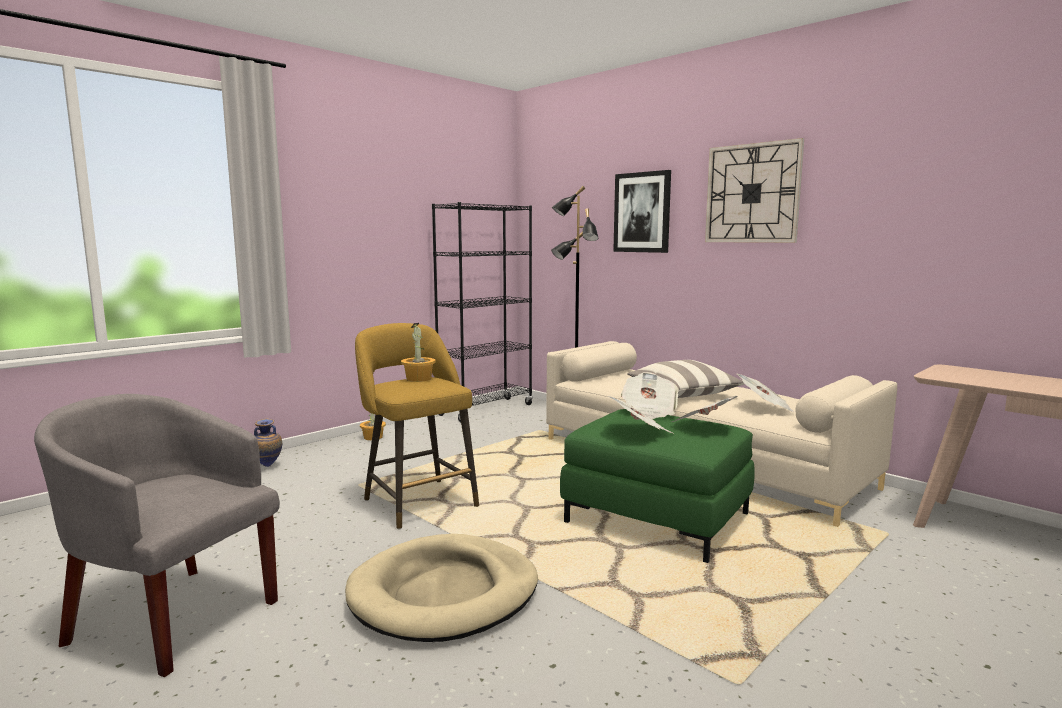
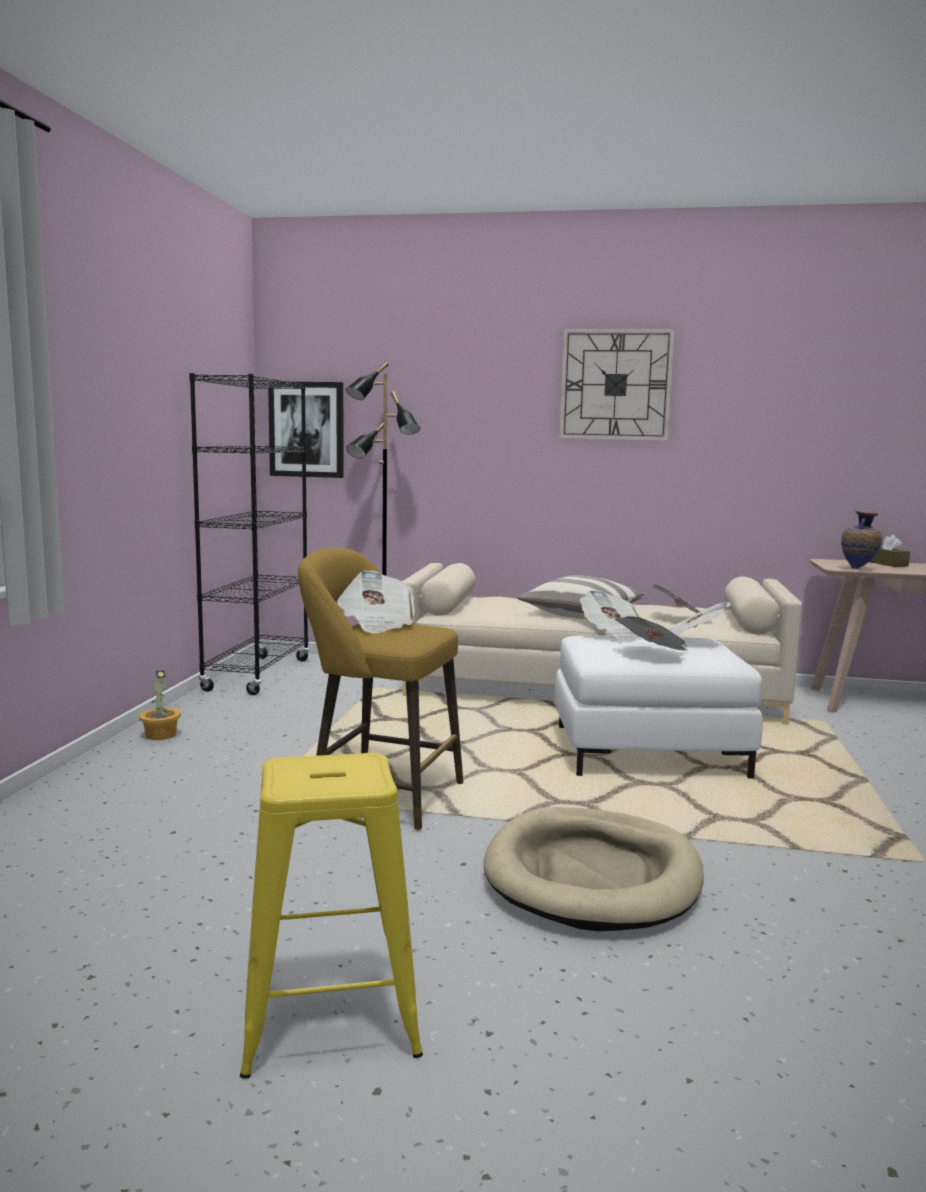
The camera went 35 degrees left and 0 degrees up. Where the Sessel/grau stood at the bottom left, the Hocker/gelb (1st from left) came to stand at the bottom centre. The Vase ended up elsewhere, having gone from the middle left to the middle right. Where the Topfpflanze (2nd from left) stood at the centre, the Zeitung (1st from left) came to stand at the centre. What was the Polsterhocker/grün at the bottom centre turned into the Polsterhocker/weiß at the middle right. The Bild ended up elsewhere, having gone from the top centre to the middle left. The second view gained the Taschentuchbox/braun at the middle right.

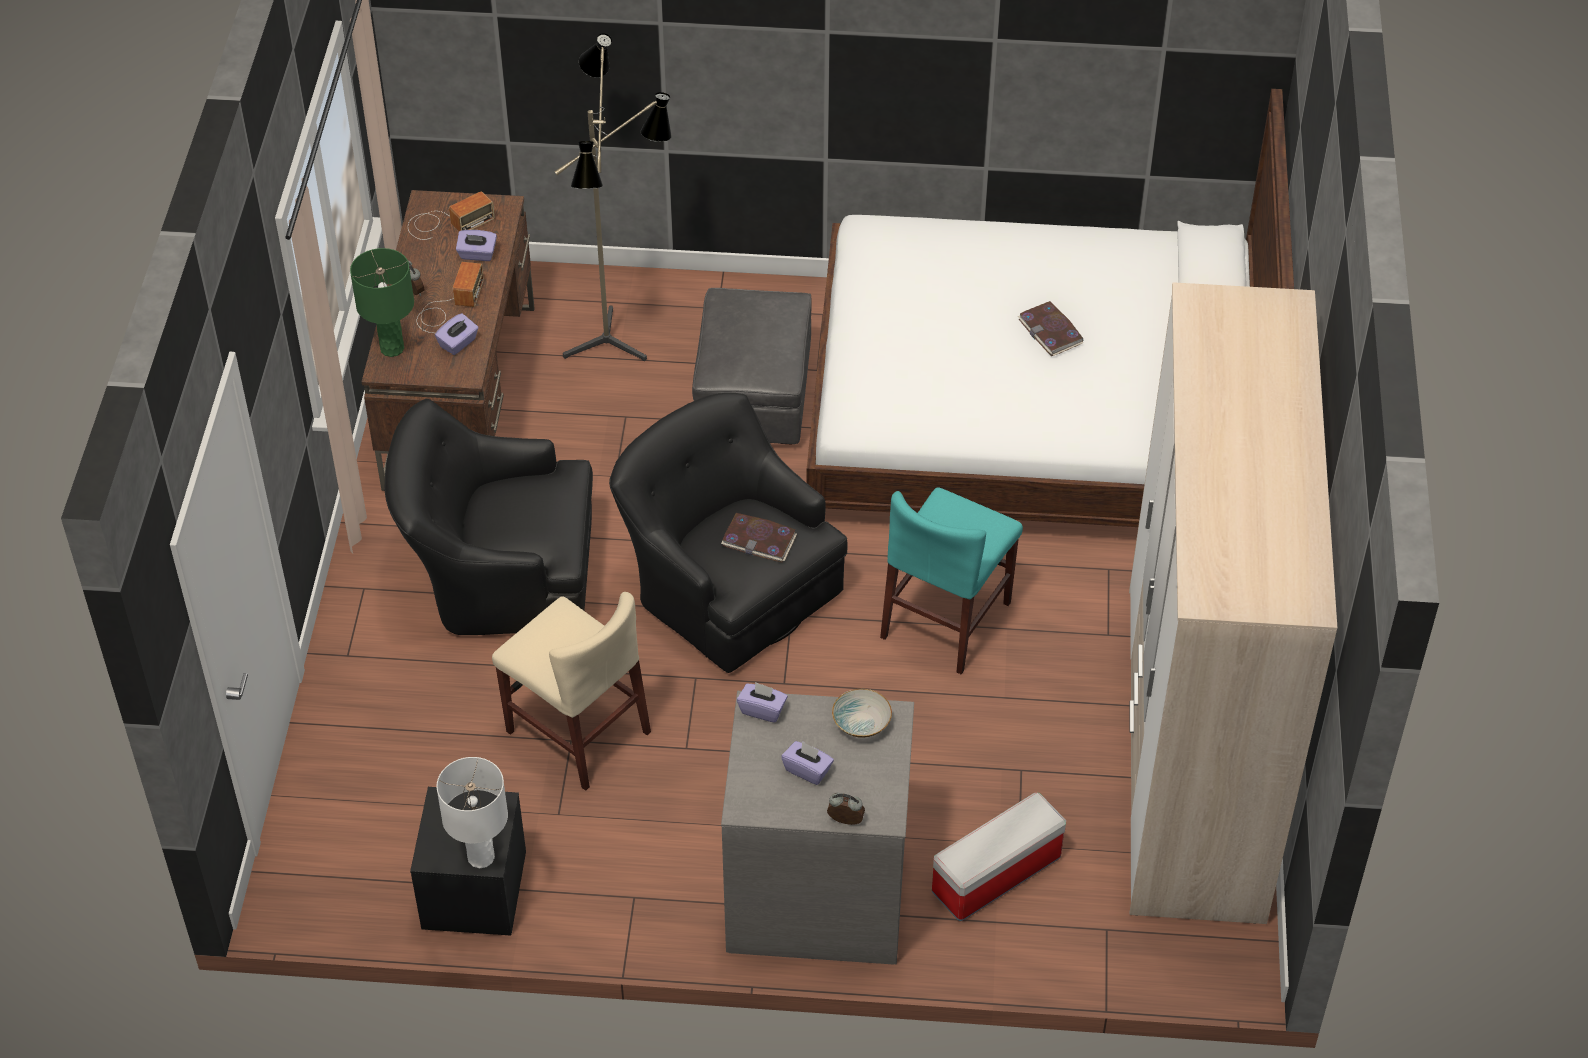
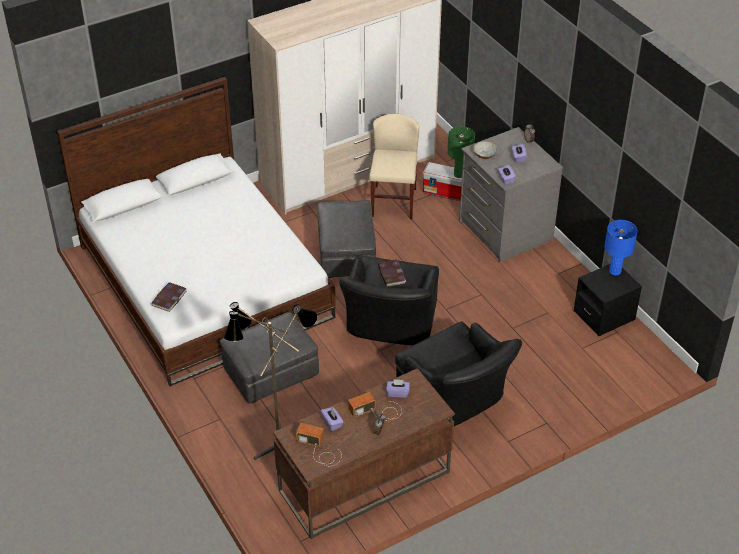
The camera went 125 degrees left and 5 degrees down. The Tischlampe/grün ended up elsewhere, having gone from the top left to the top centre. What was the Tischlampe/weiß at the bottom left turned into the Tischlampe/blau at the middle right. The Stuhl/beige ended up elsewhere, having gone from the centre to the top centre. Where the Stuhl/türkis stood at the centre, the Polsterhocker/grau (2nd from left) came to stand at the centre. The Buch (2nd from left in the first image) ended up elsewhere, having gone from the top centre to the middle left.

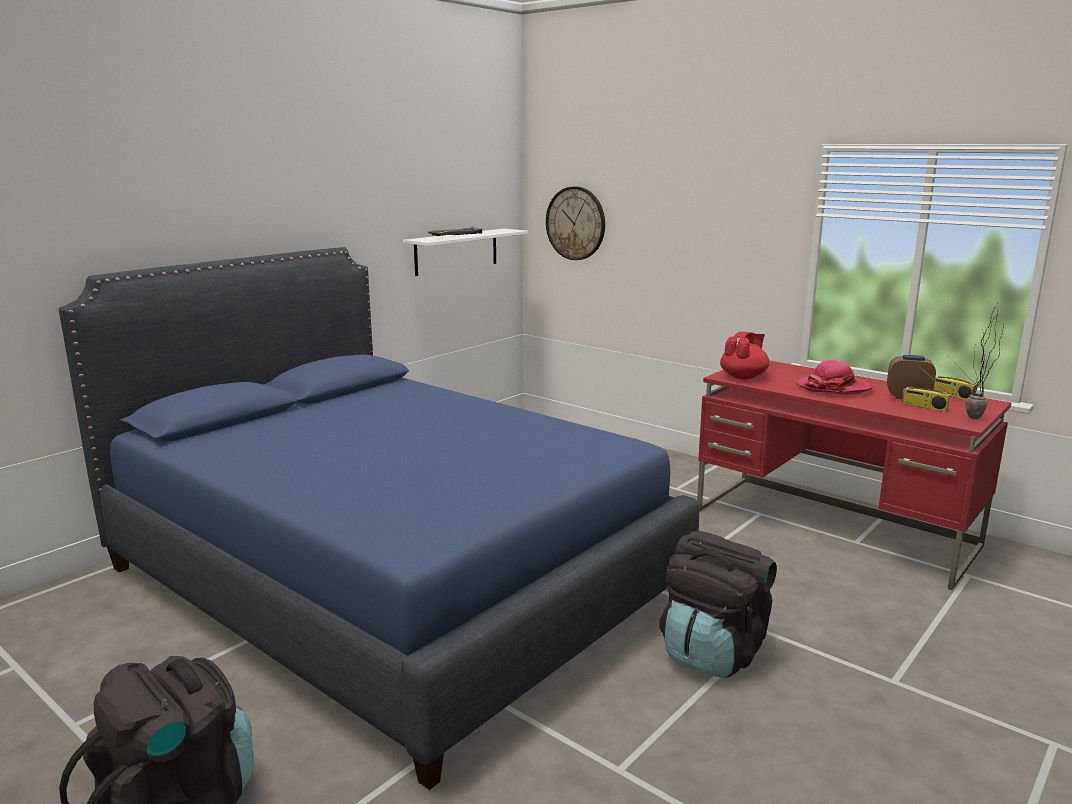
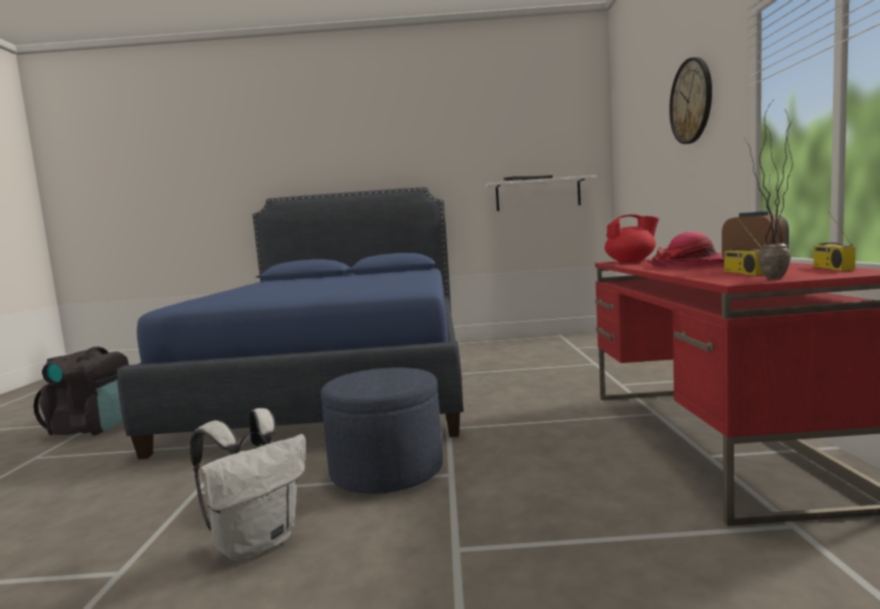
The camera went 50 degrees right and 10 degrees down. The Wanduhr ended up elsewhere, having gone from the top centre to the top right. Where the Rucksack/schwarz (2nd from left) stood at the bottom right, the Polsterhocker/blau came to stand at the bottom centre. The second view gained the Rucksack/weiß at the bottom left.

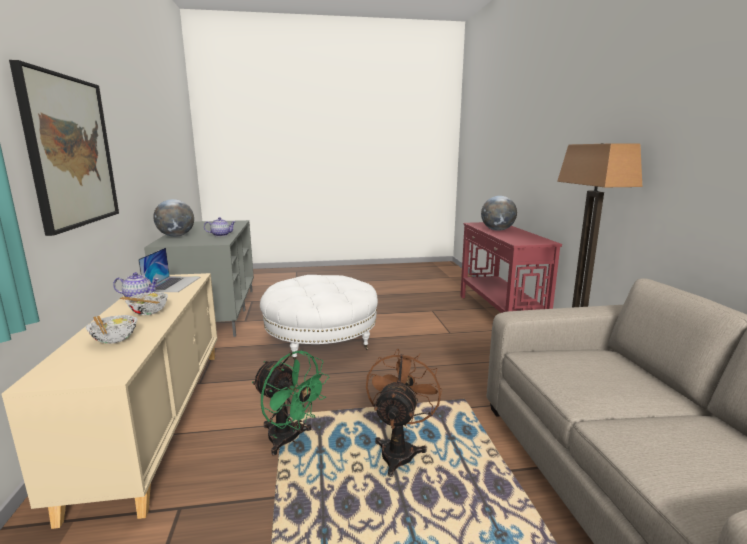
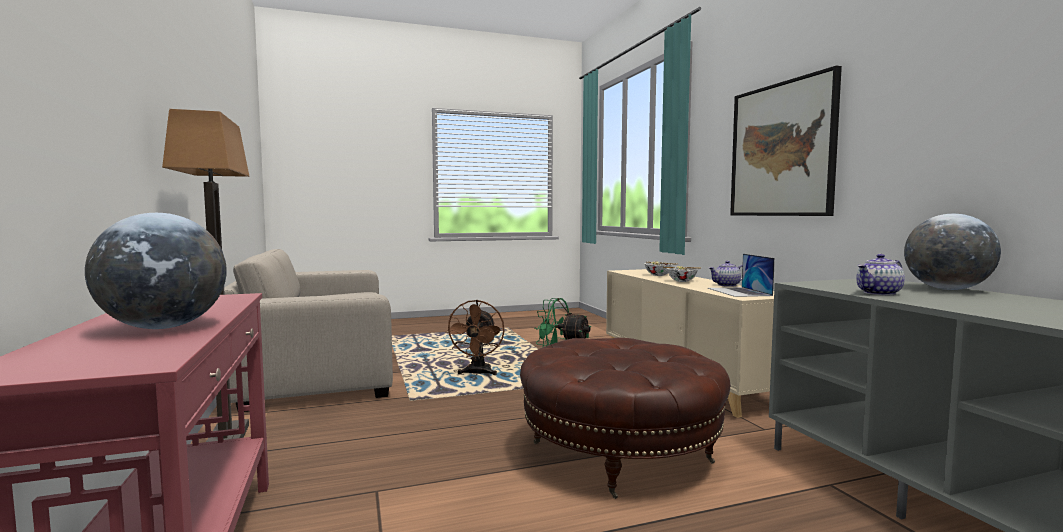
The camera went 170 degrees right and 10 degrees down. What was the Polsterhocker/weiß at the centre turned into the Polsterhocker/braun at the bottom centre.

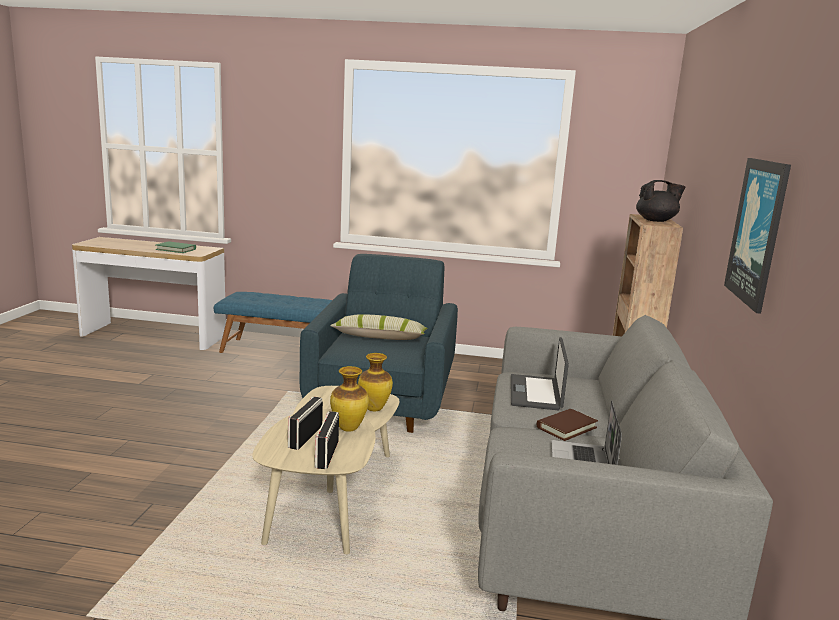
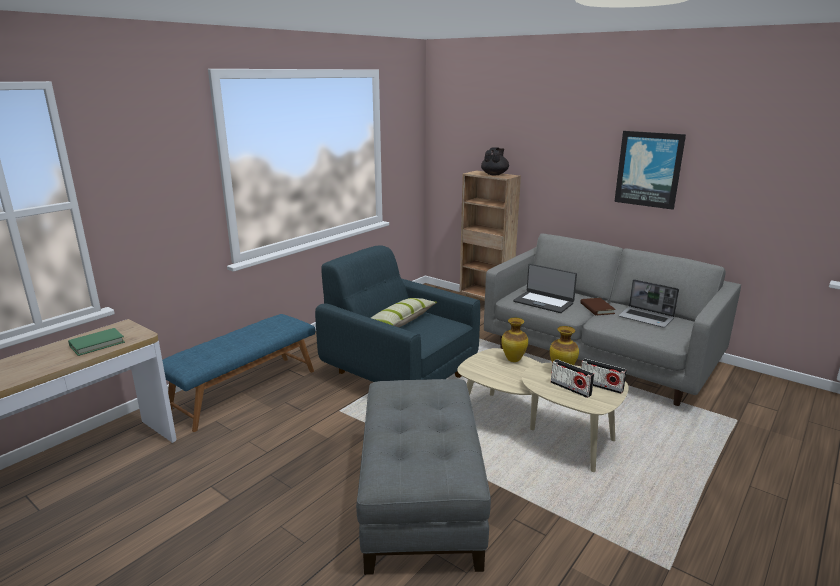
The camera went 60 degrees left and 5 degrees up. The second view gained the Polsterhocker/grau at the bottom centre.

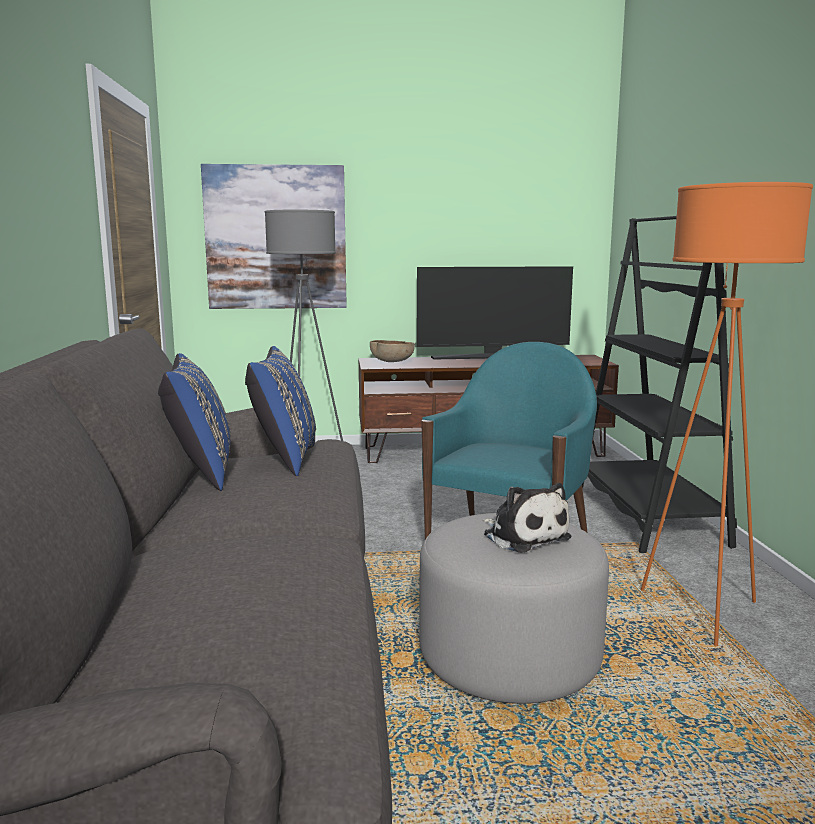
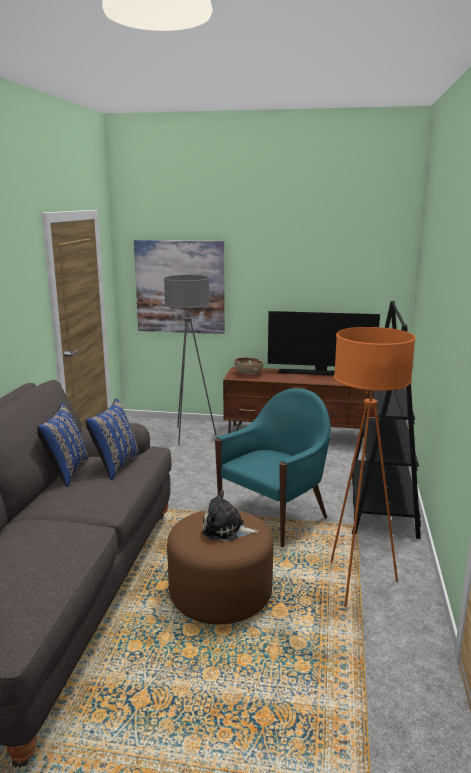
The camera went 15 degrees right and 5 degrees up. What was the Polsterhocker/grau at the bottom centre turned into the Polsterhocker/braun at the bottom centre. The Plüschtier at the centre ended up facing another way, 120 degrees clockwise from before.

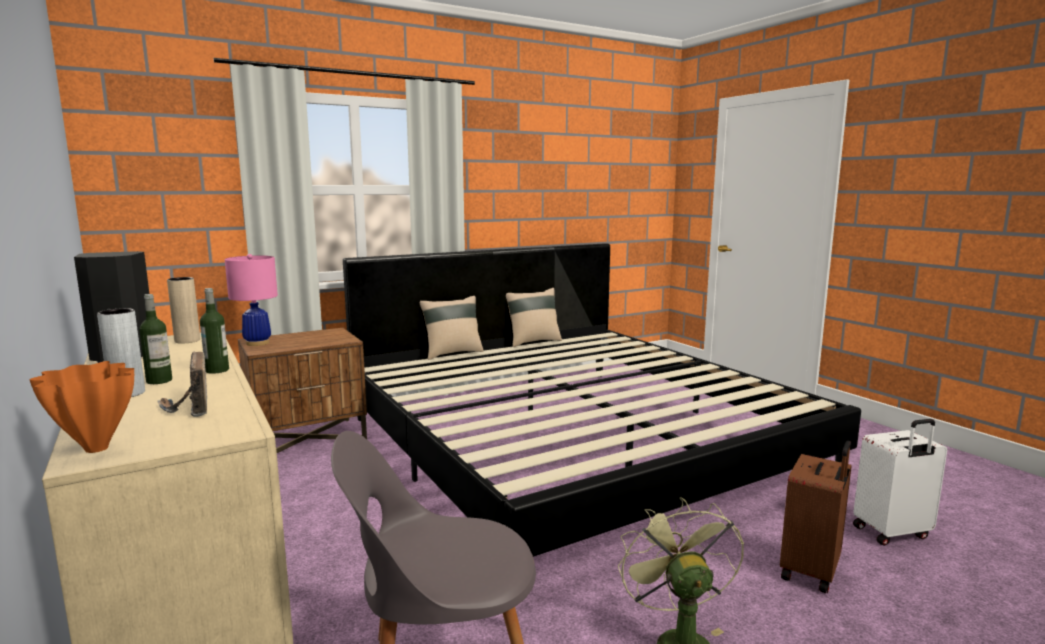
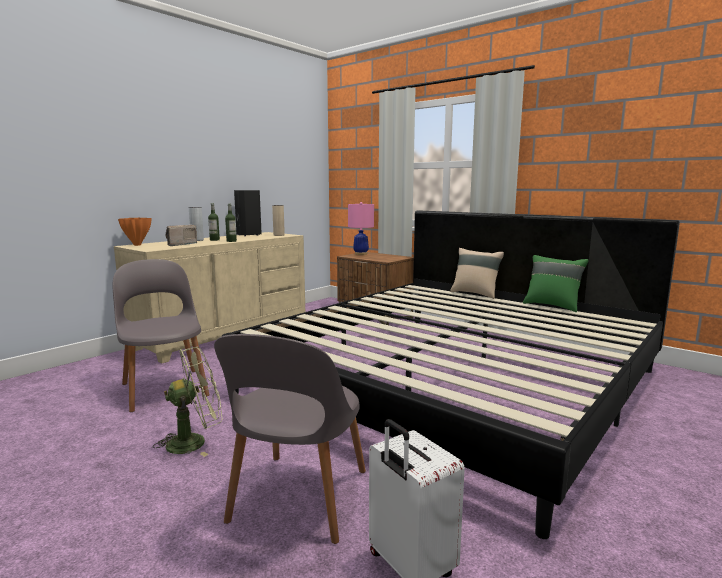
The camera went 70 degrees right and 0 degrees up. What was the Kissen/beige (2nd from left) at the centre turned into the Kissen/grün at the middle right. Where the Koffer/braun stood at the bottom right, the Stuhl/grau (2nd from left) came to stand at the bottom centre.

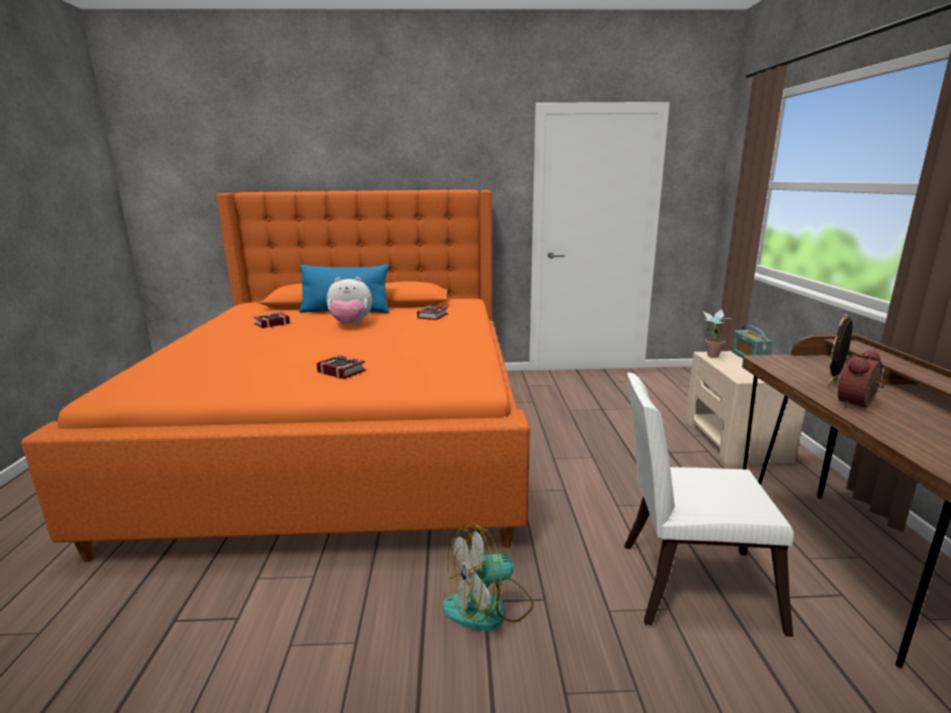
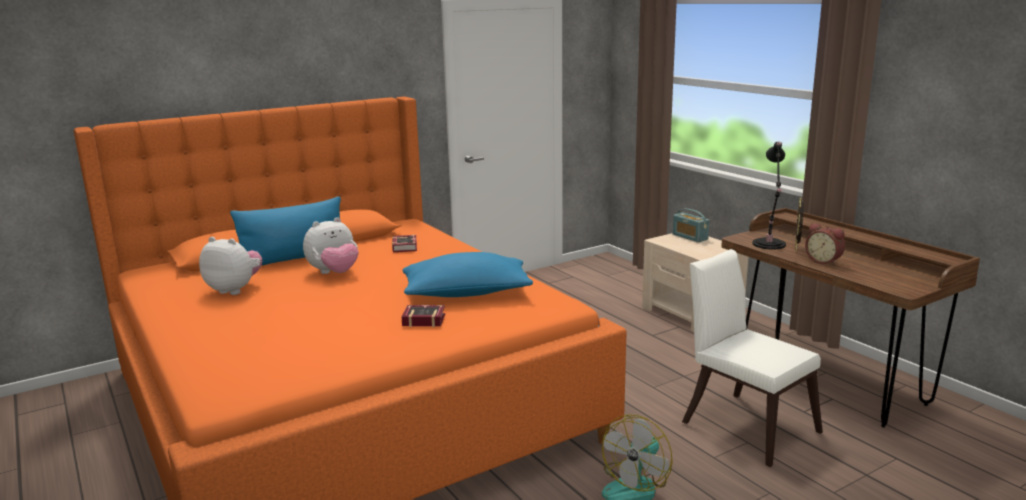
The camera went 30 degrees left and 0 degrees up. Where the Buch (1st from left) stood at the middle left, the Plüschtier (1st from left) came to stand at the middle left. The Stuhl/weiß at the bottom right ended up facing another way, 75 degrees clockwise from before. The second view lost the Topfpflanze at the middle right. The Wecker at the middle right ended up facing another way, 60 degrees counterclockwise from before. The second view gained the Kissen/blau (2nd from left) at the centre. The second view gained the Tischlampe/schwarz at the middle right.

